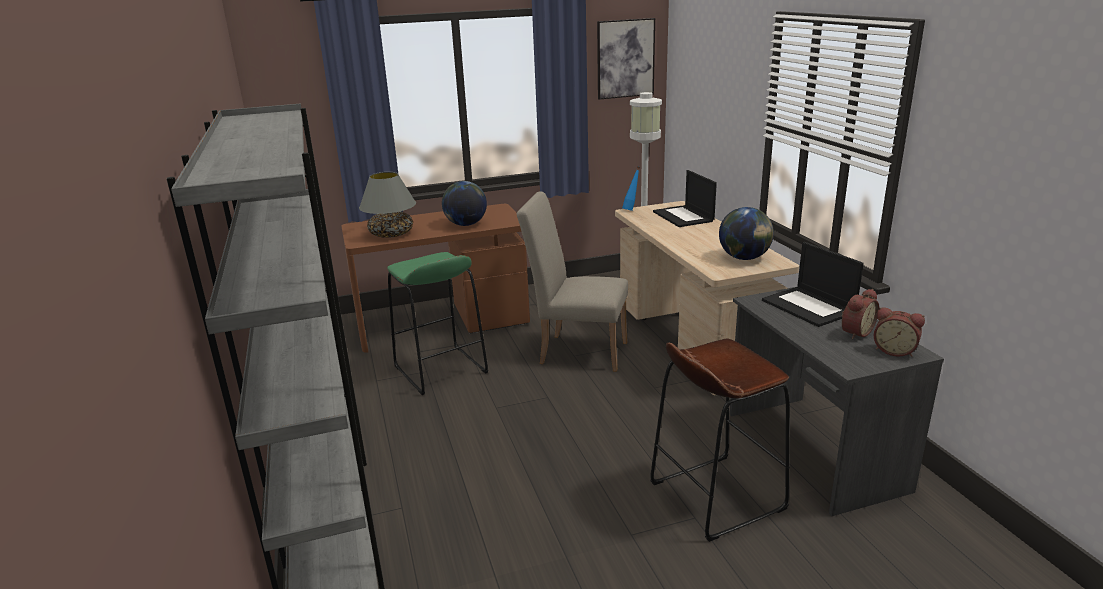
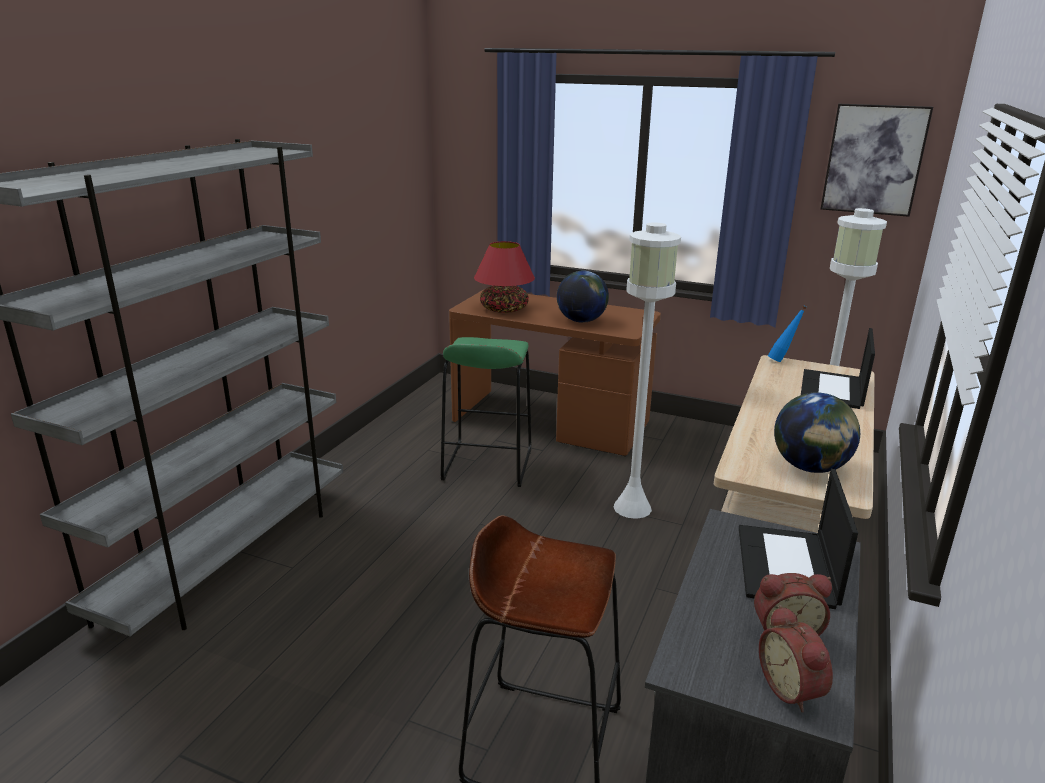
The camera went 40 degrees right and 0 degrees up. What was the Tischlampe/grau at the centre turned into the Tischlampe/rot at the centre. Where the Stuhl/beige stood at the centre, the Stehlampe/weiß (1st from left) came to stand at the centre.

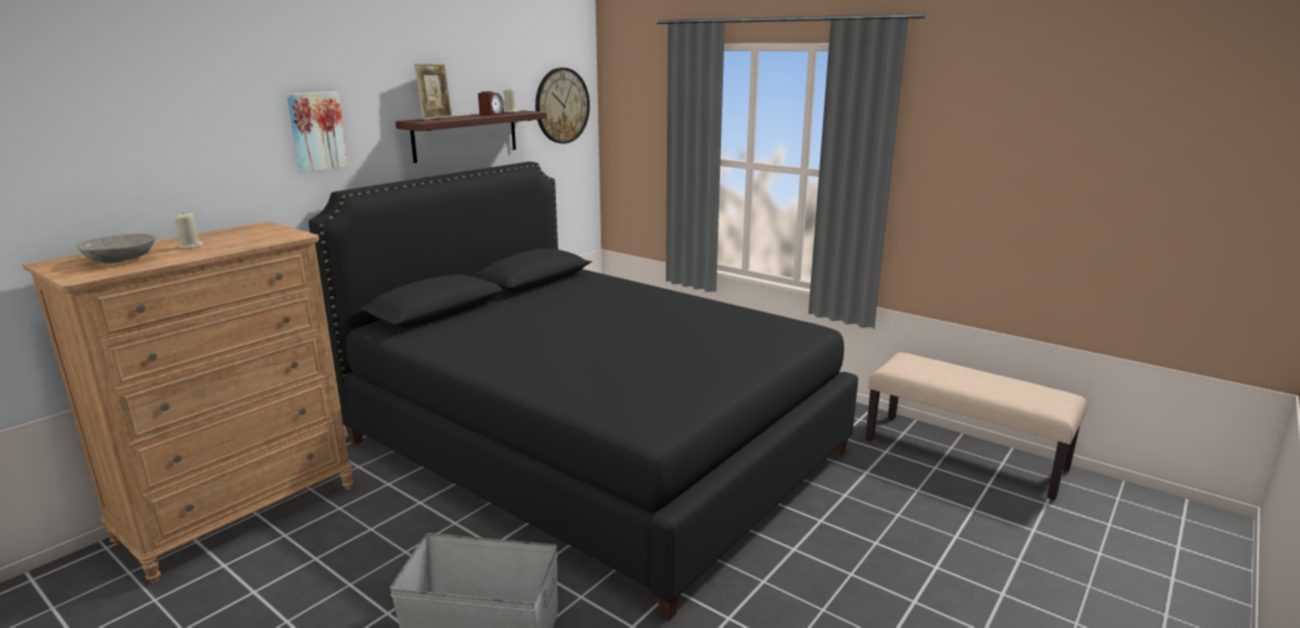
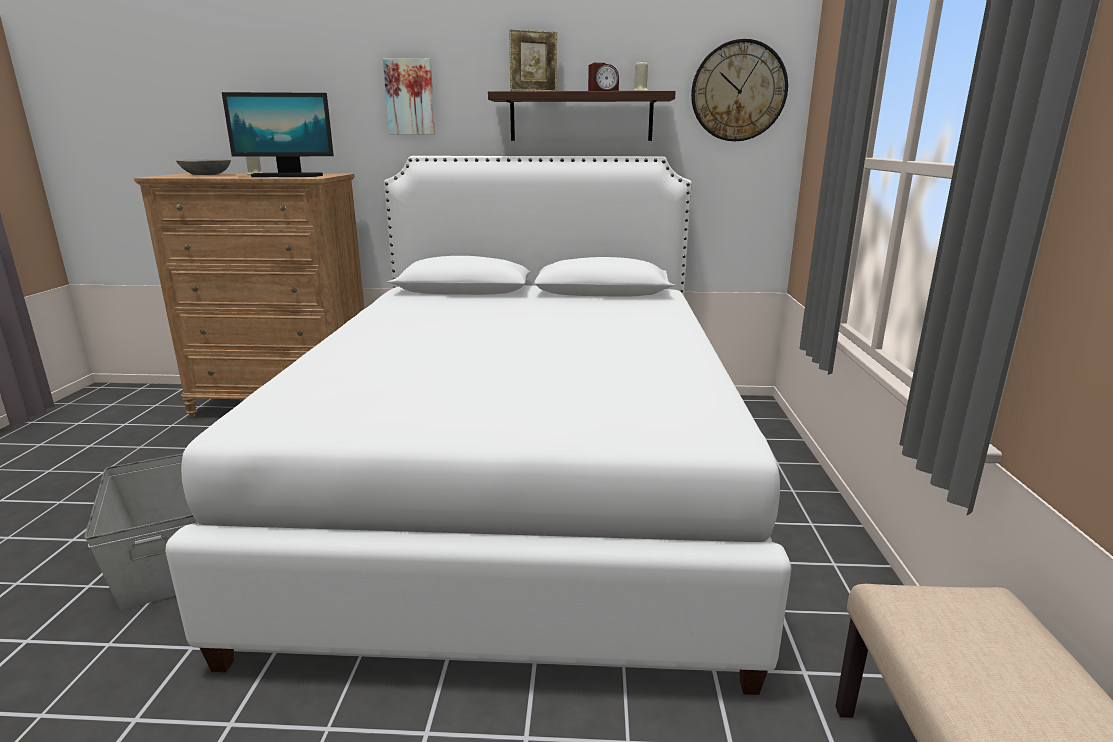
The camera went 55 degrees right and 0 degrees up. What was the Bett/schwarz at the centre turned into the Bett/weiß at the centre. The second view gained the Monitor at the top left.

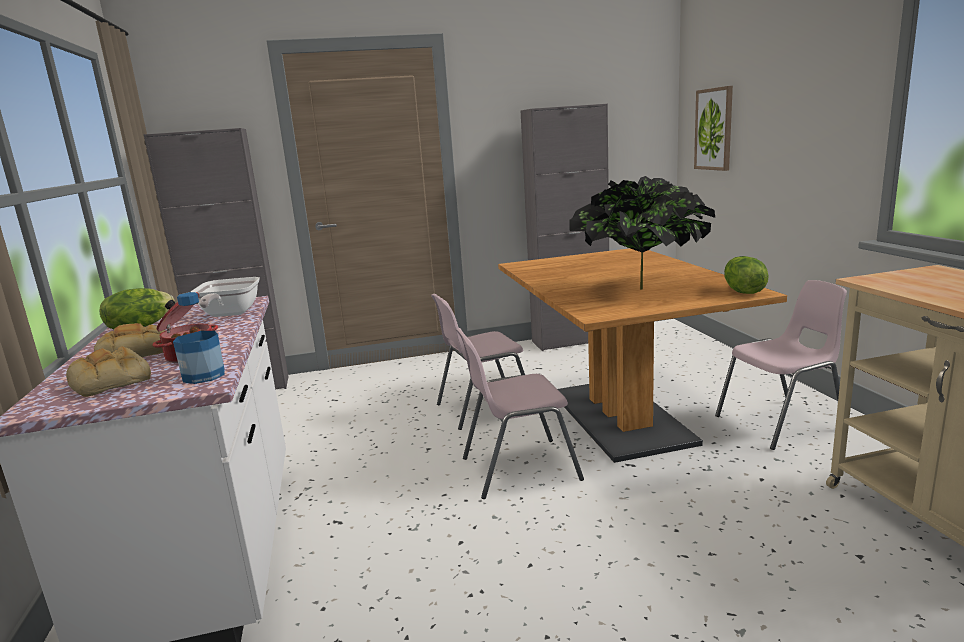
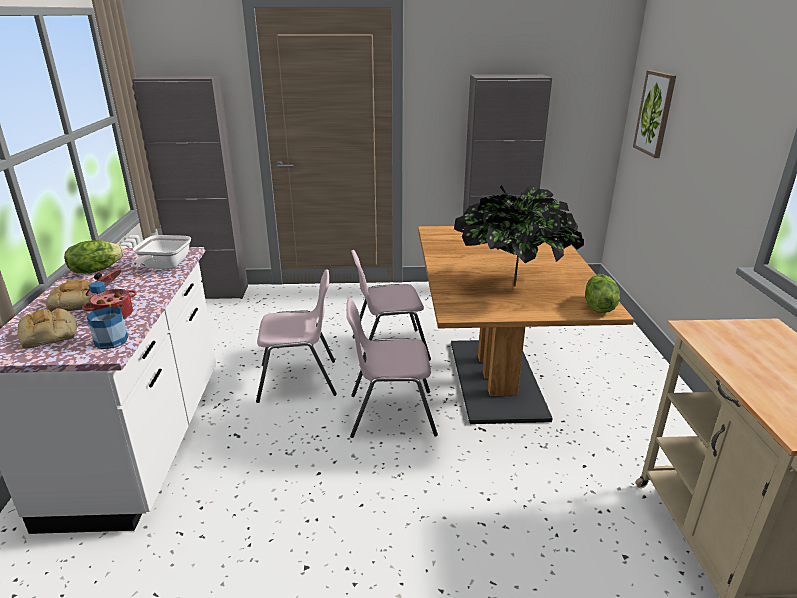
The camera went 10 degrees right and 10 degrees up. The Stuhl/rosa (3rd from left in the first image) ended up elsewhere, having gone from the middle right to the centre.

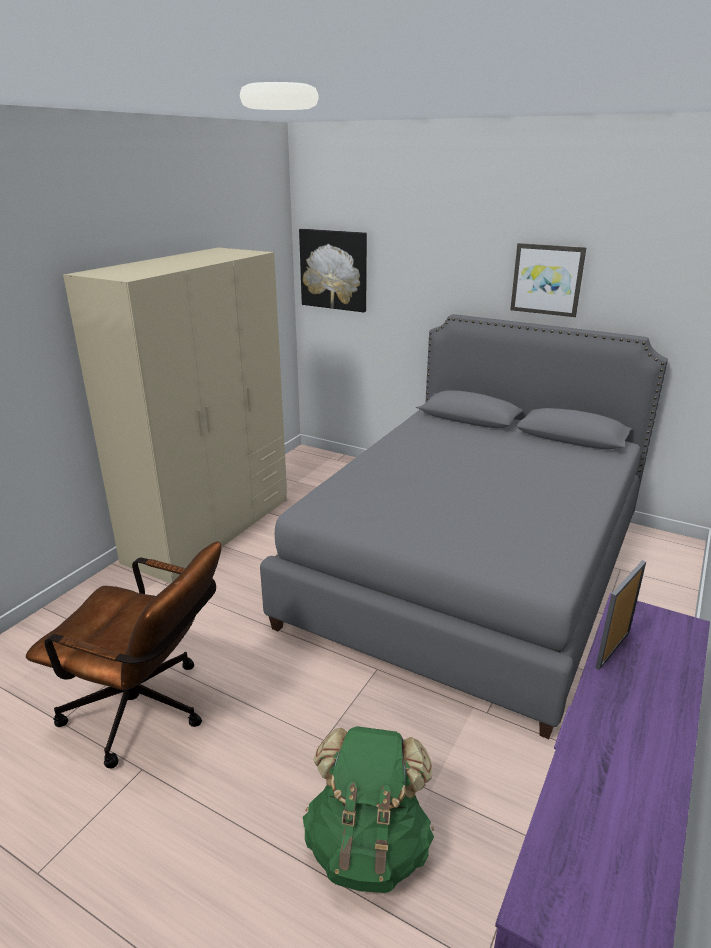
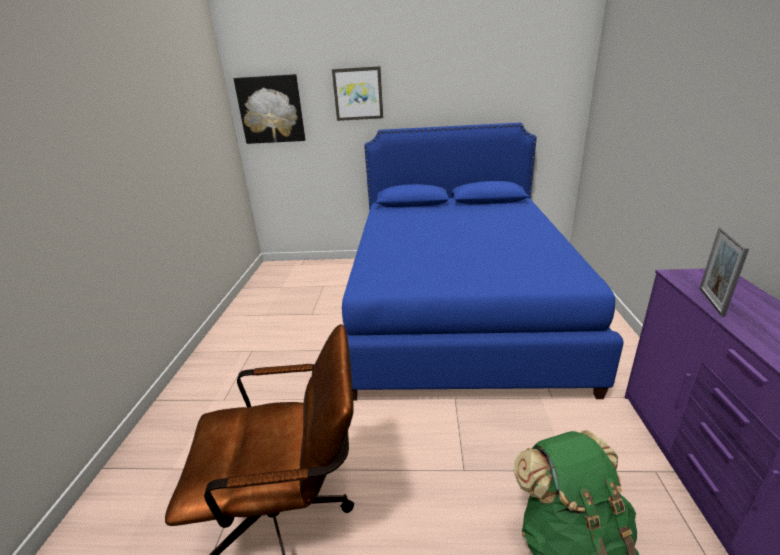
The camera went 25 degrees left and 0 degrees up. The second view lost the Kleiderschrank/beige at the middle left. What was the Bett/grau at the centre turned into the Bett/blau at the centre. The Bild (2nd from left) ended up elsewhere, having gone from the top right to the top centre.

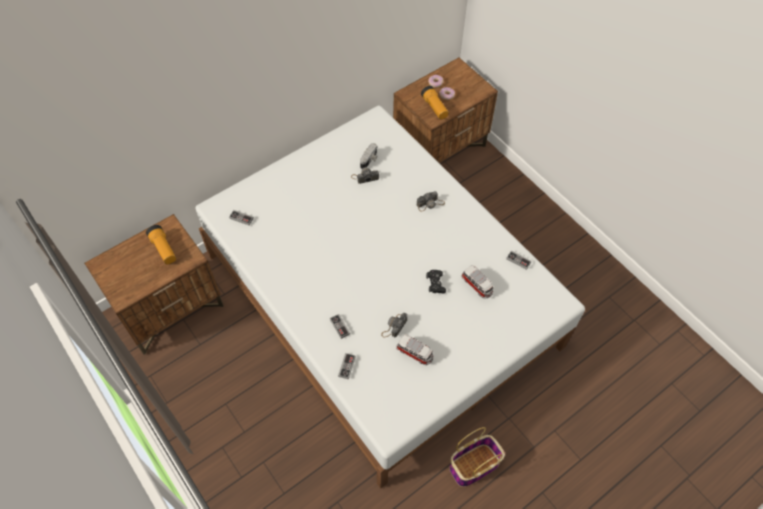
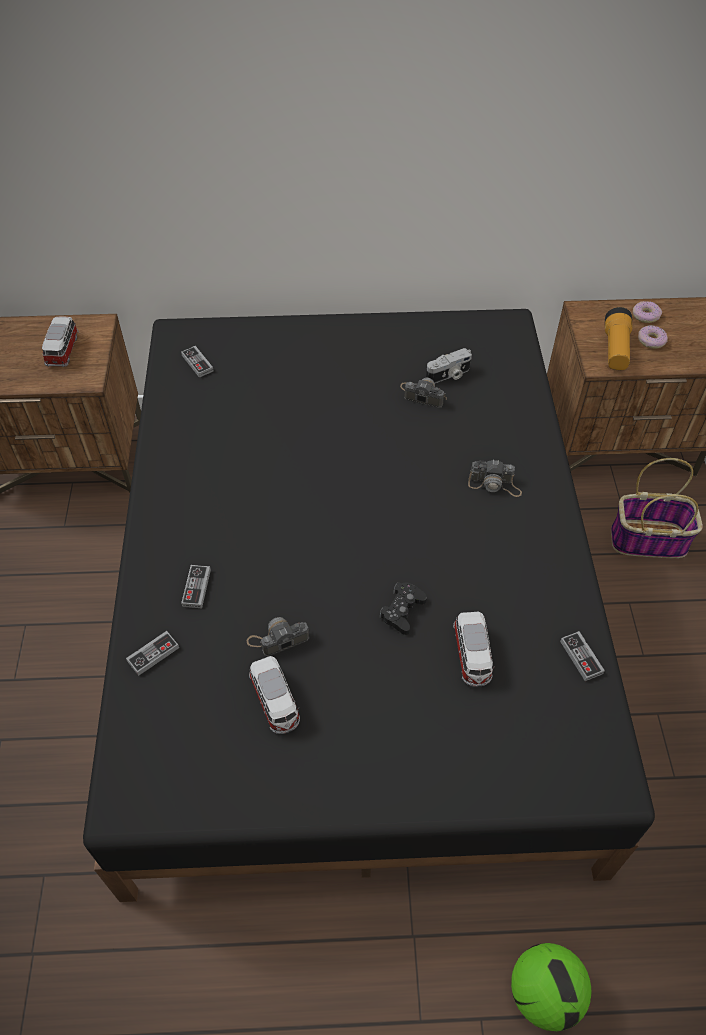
The camera went 35 degrees right and 5 degrees down. Where the Taschenlampe (1st from left) stood at the middle left, the Spielzeugauto (1st from left) came to stand at the top left. What was the Bett/weiß at the centre turned into the Bett/schwarz at the centre. The Korb ended up elsewhere, having gone from the bottom centre to the middle right. The second view gained the Fußball at the bottom right.

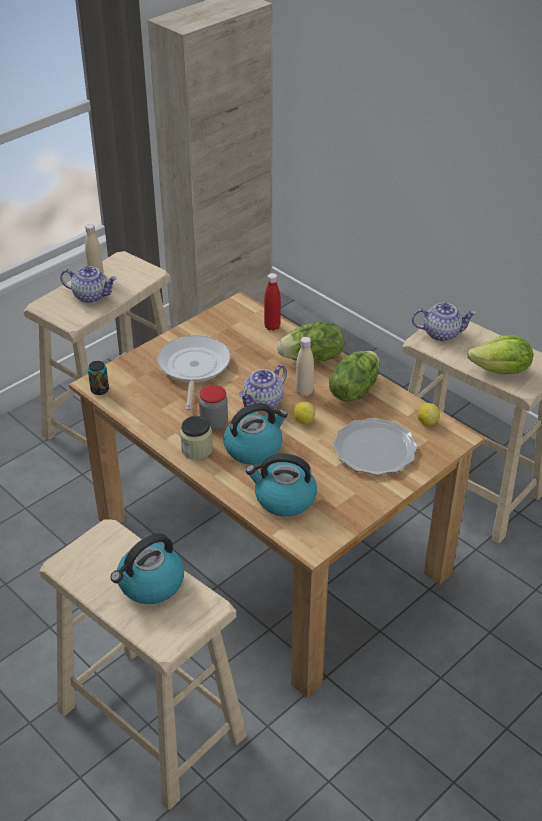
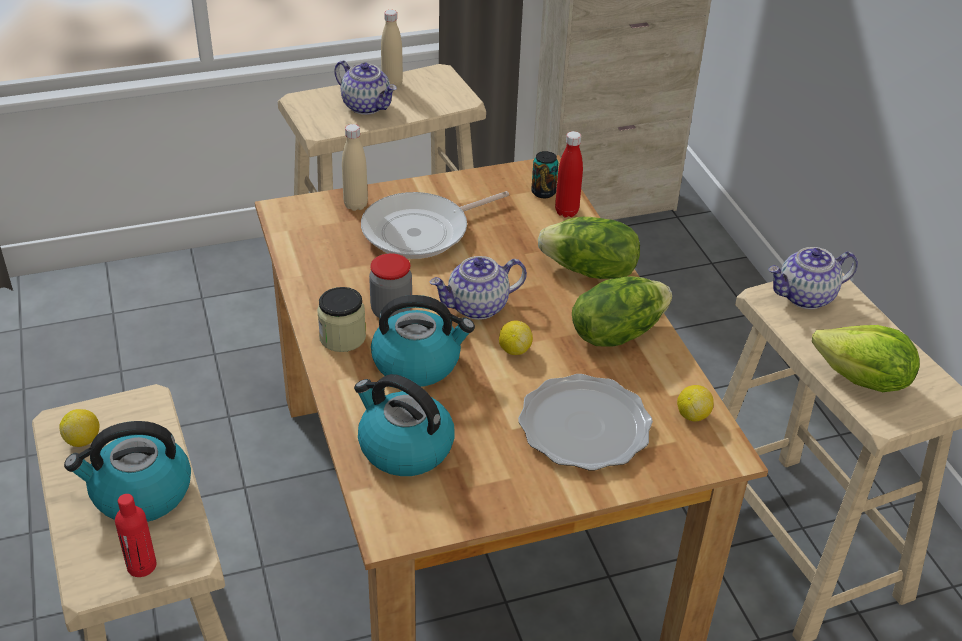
The camera went 25 degrees right and 0 degrees up. The Dose ended up elsewhere, having gone from the middle left to the top centre. The Pfanne at the centre ended up facing another way, 150 degrees counterclockwise from before. The Flasche/beige (2nd from left in the first image) ended up elsewhere, having gone from the centre to the top centre. The Teekanne (3rd from left) at the middle right ended up facing another way, 135 degrees clockwise from before. The second view gained the Zitrone (1st from left) at the bottom left. The second view gained the Flasche/rot (1st from left) at the bottom left.

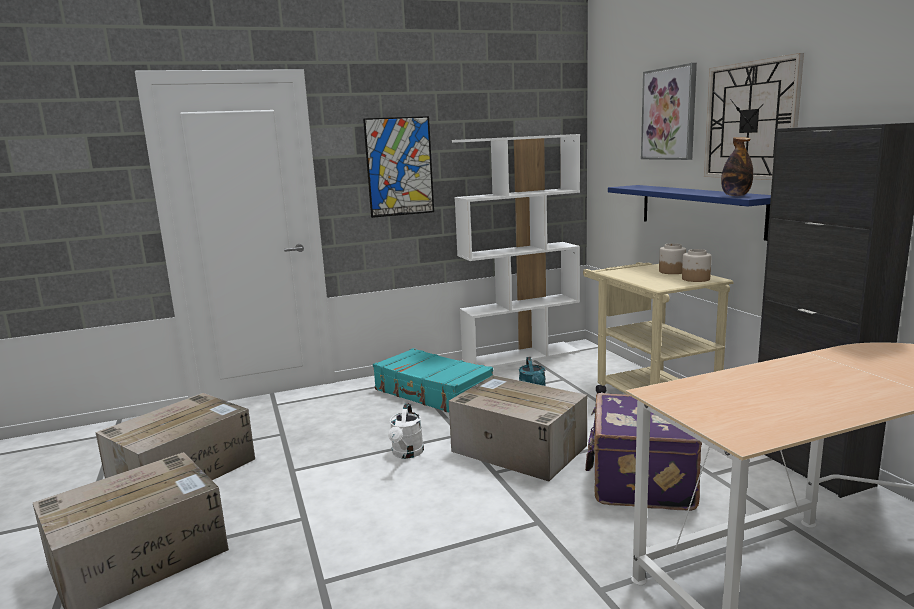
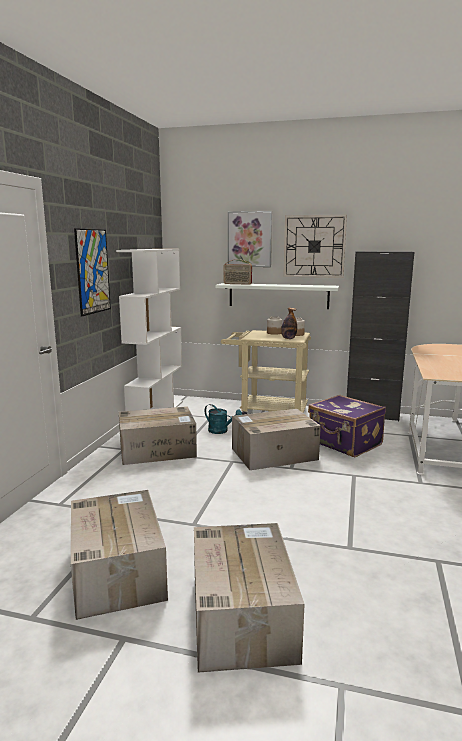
The camera went 55 degrees left and 0 degrees up. Where the Koffer/türkis stood at the centre, the Karton (2nd from left) came to stand at the centre. The second view lost the Gießkanne/weiß at the bottom centre. What was the Wandregal/blau at the middle right turned into the Wandregal/weiß at the centre. The Flasche ended up elsewhere, having gone from the top right to the centre. The second view gained the Radio at the centre.

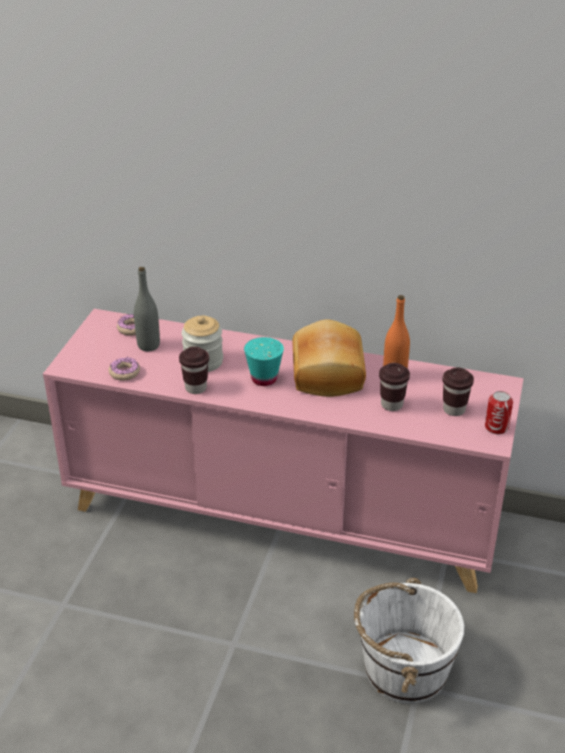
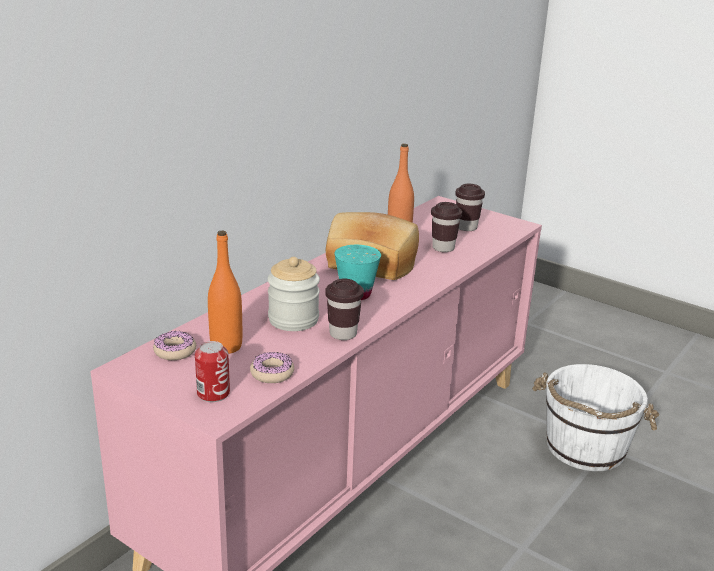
The camera went 70 degrees left and 10 degrees down. What was the Flasche/grau at the middle left turned into the Flasche/orange (1st from left) at the middle left. The Dose ended up elsewhere, having gone from the middle right to the middle left.

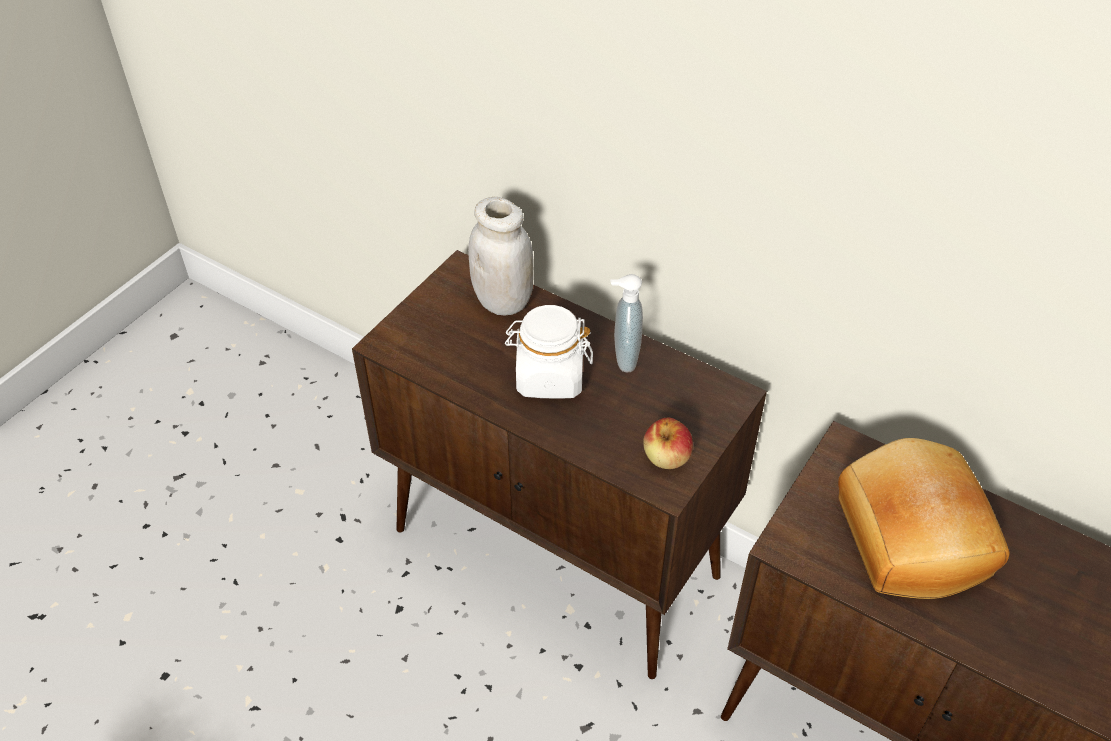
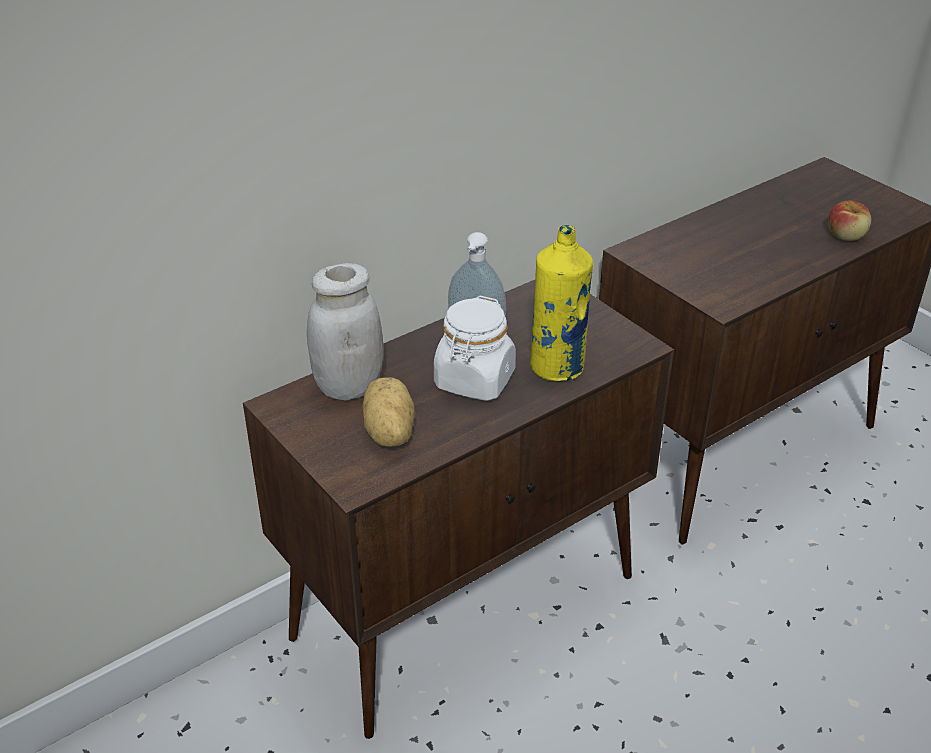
The camera went 70 degrees left and 10 degrees down. The Apfel ended up elsewhere, having gone from the centre to the top right. The second view lost the Brot at the bottom right. The second view gained the Kartoffel at the centre. The second view gained the Flasche/gelb at the centre.

